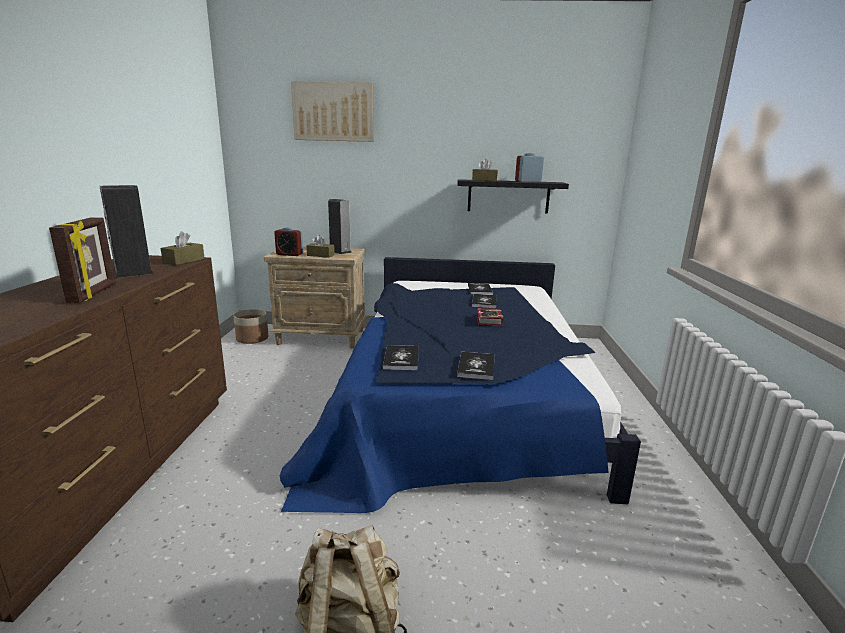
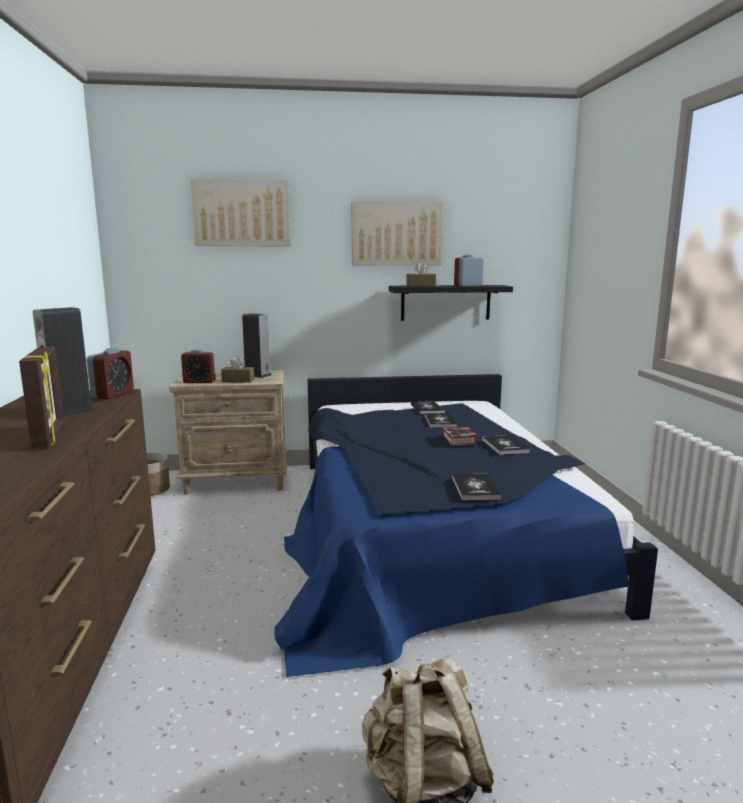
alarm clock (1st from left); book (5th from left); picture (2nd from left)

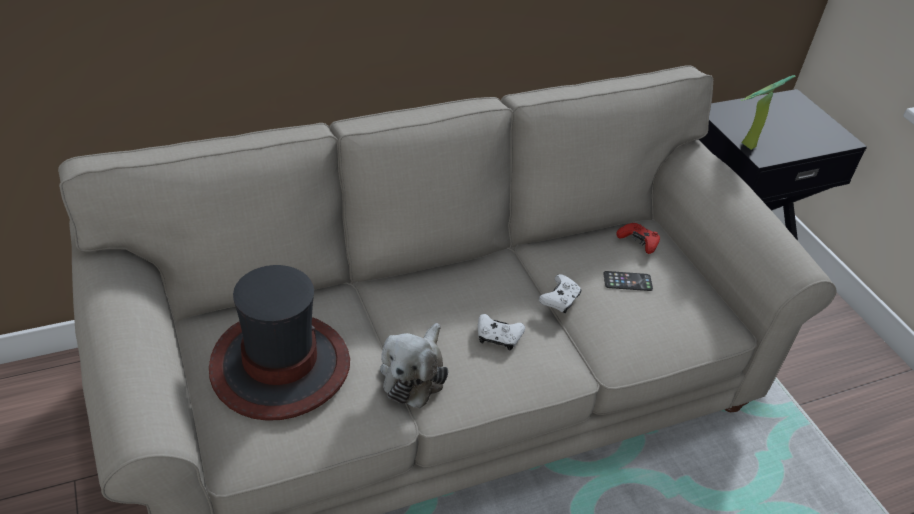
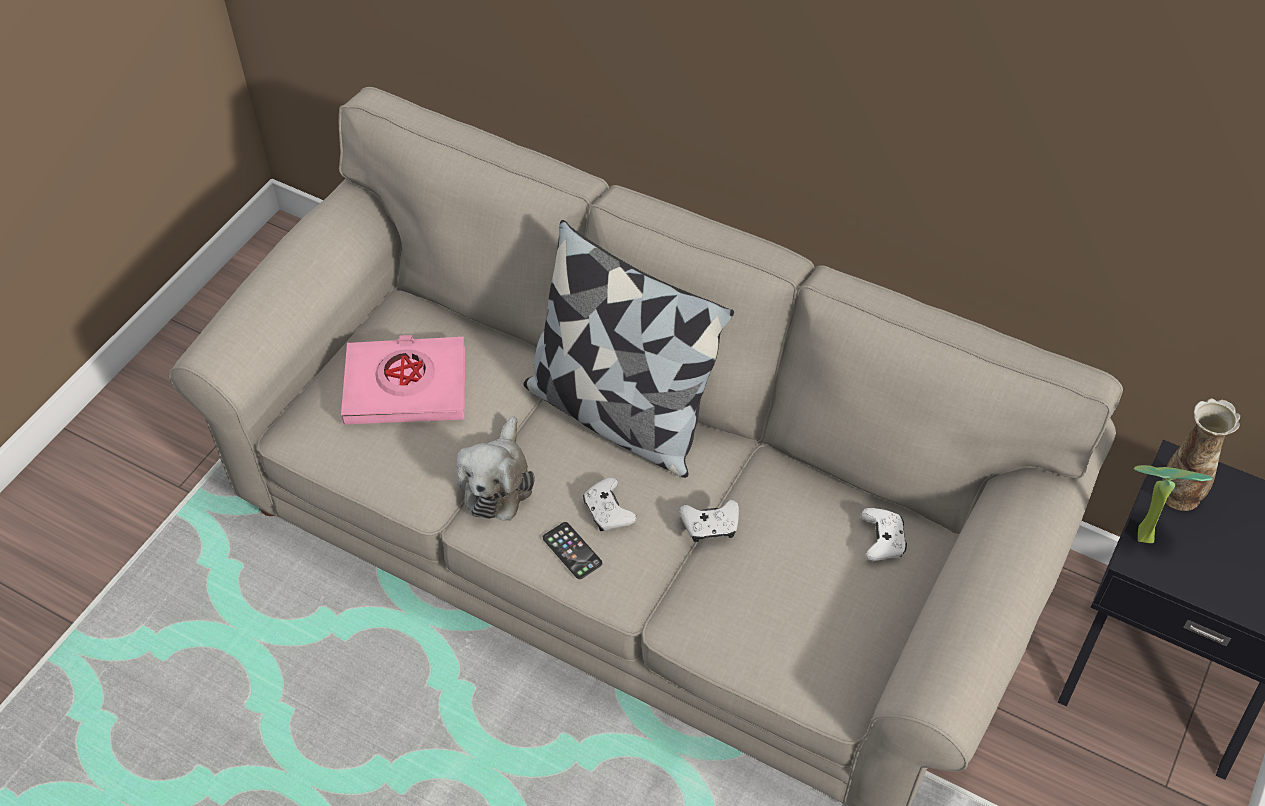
book (pink); plush toy; phone; game controller (white) (3rd from left); pillow; vase

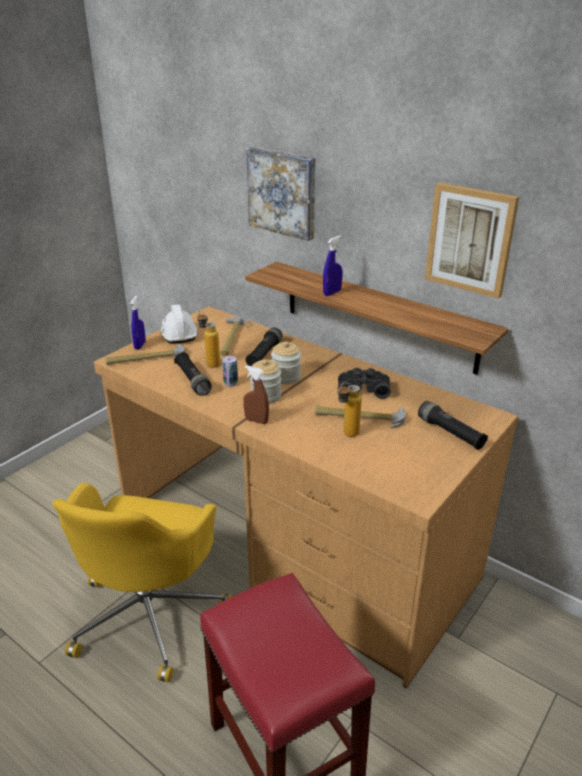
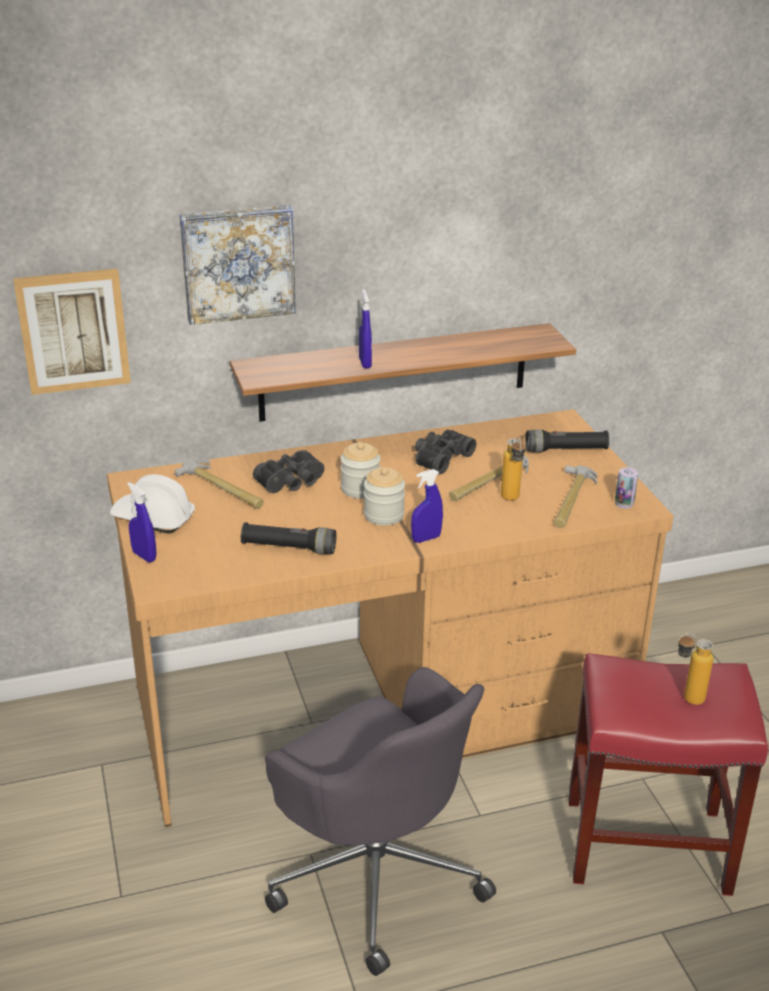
office chair (grey); hammer (3rd from left); bottle (2nd from left); can; spray bottle (blue) (3rd from left); binoculars (black) (1st from left); picture (1st from left)

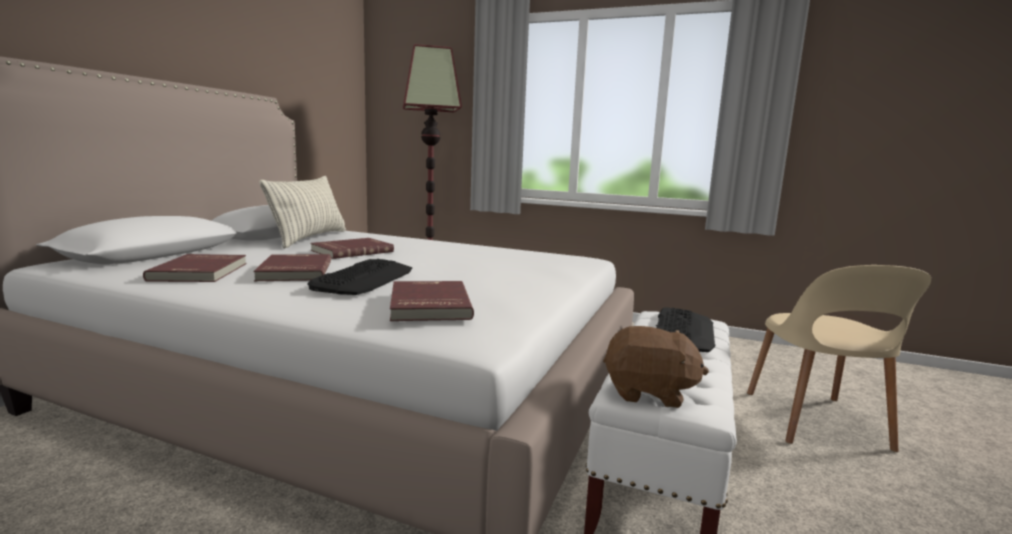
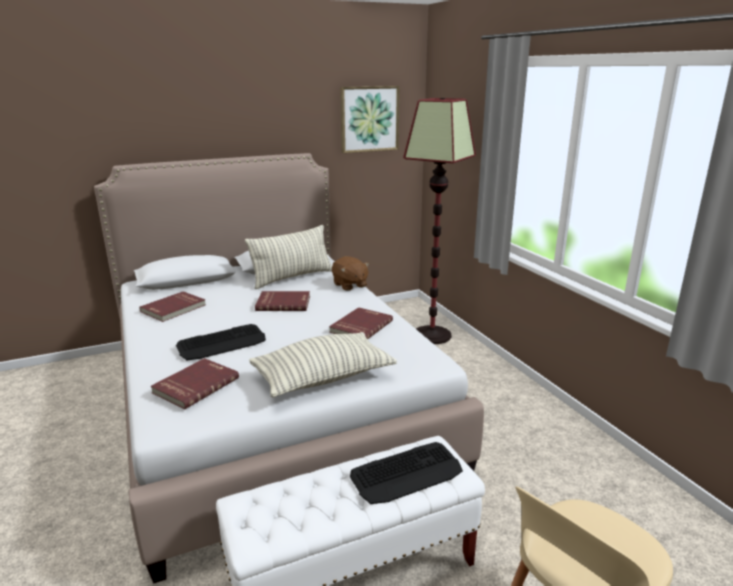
book (red) (4th from left); plush toy (brown); pillow (2nd from left); picture

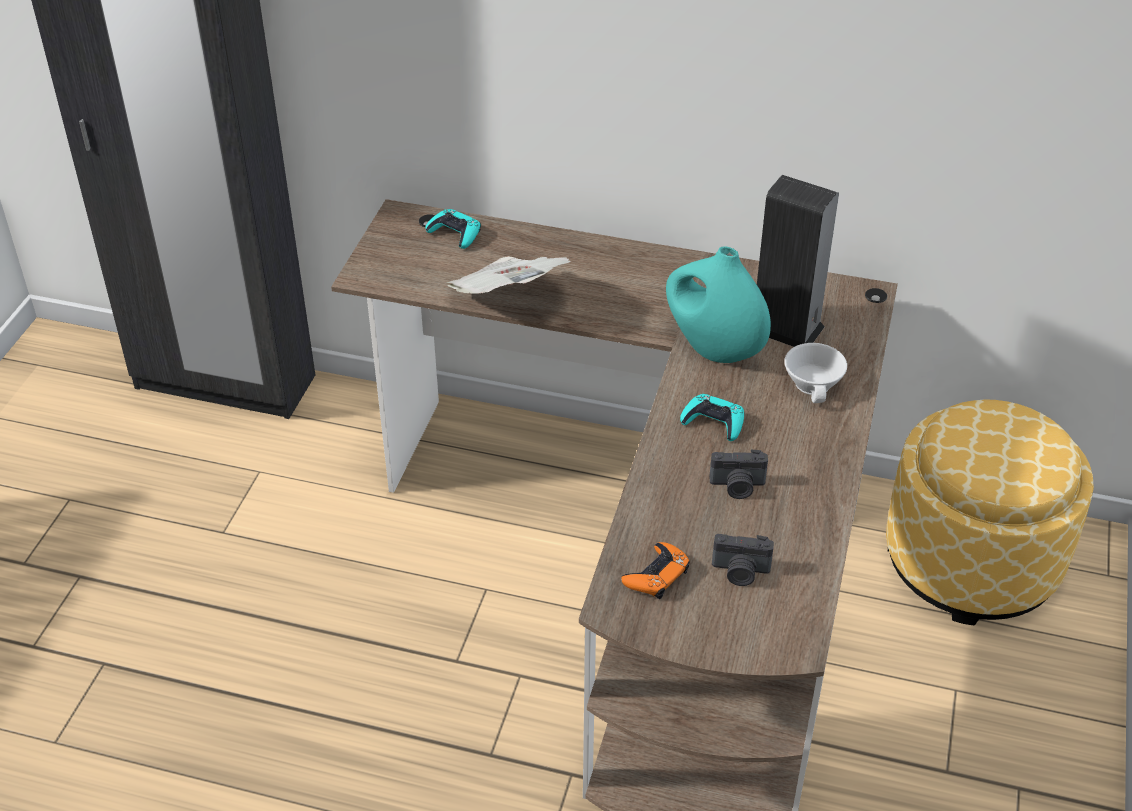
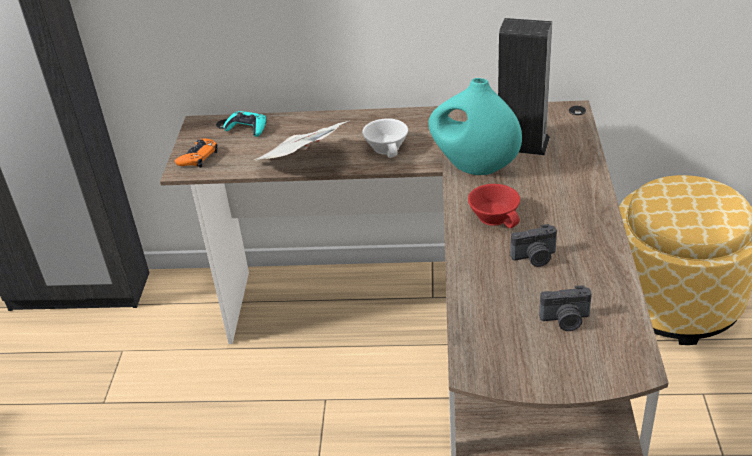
game controller (orange); cup (red); cup (white)

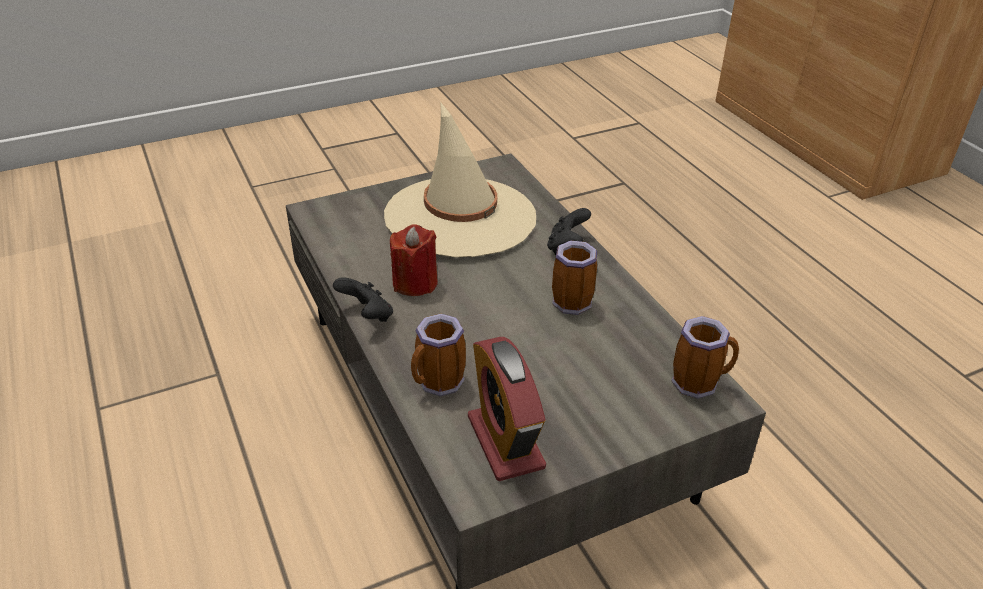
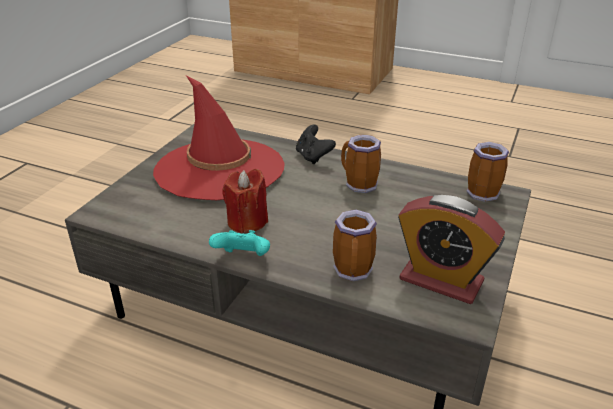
game controller (turquoise); hat (red)

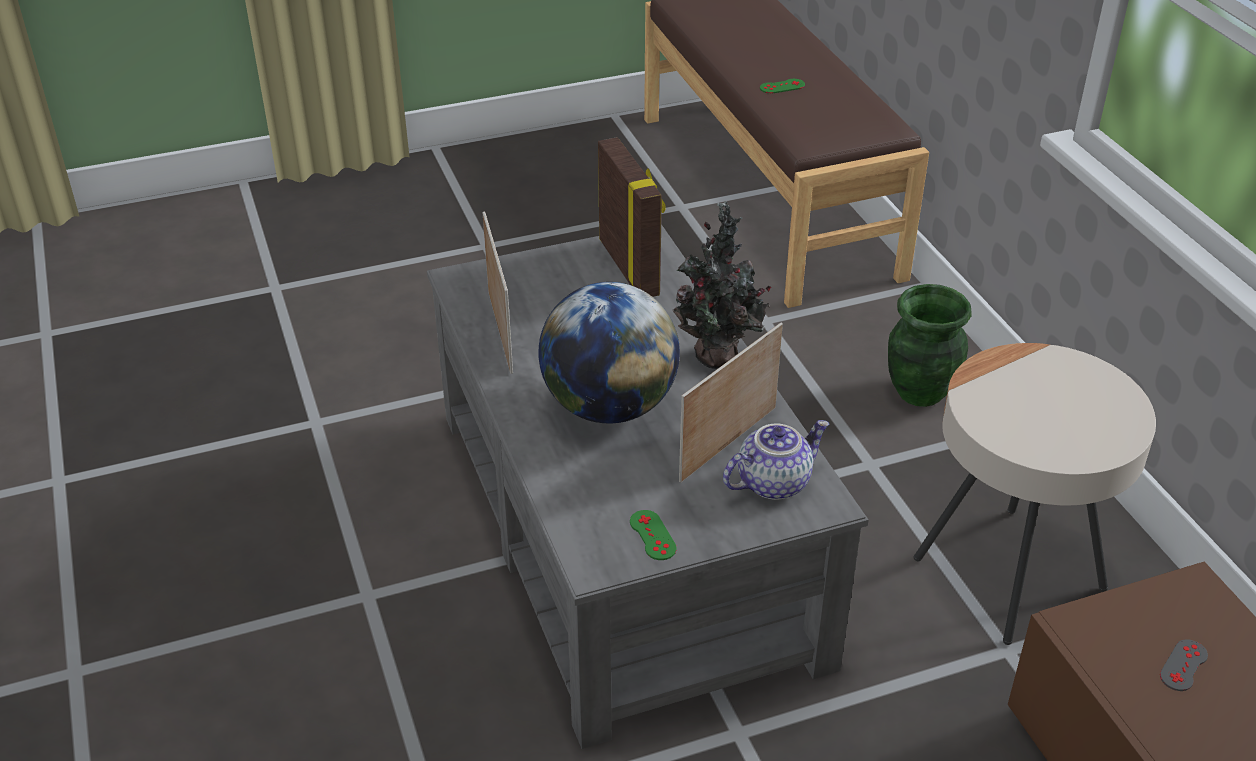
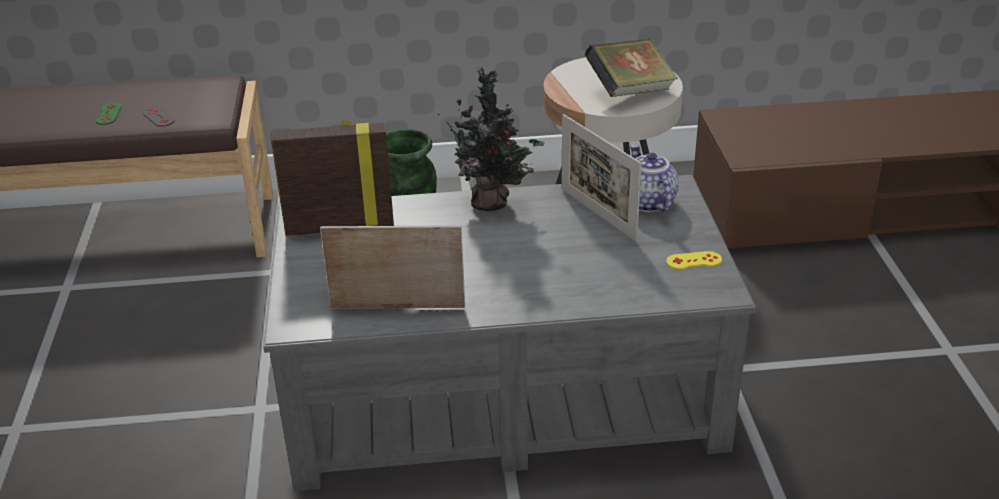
globe; game controller (yellow); game controller (grey); book

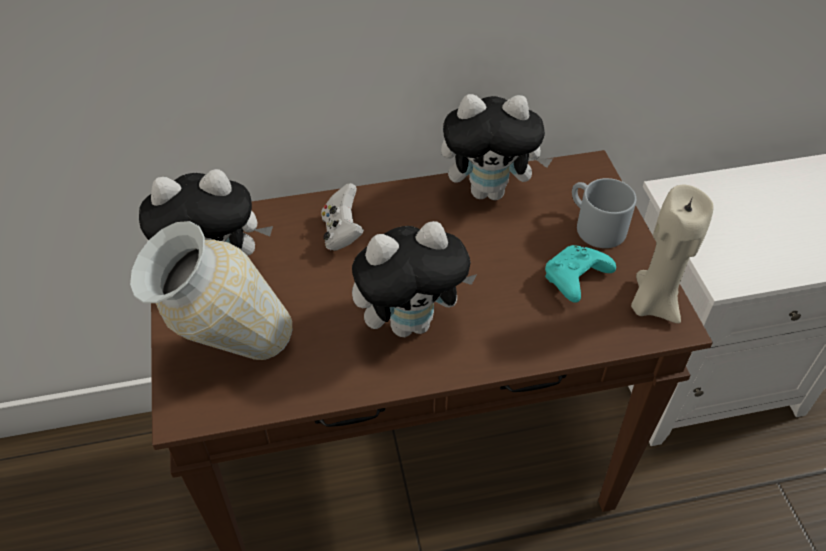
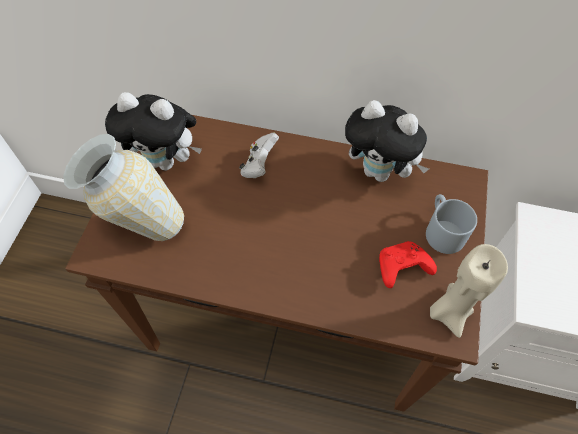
plush toy (2nd from left in the first image); game controller (red)

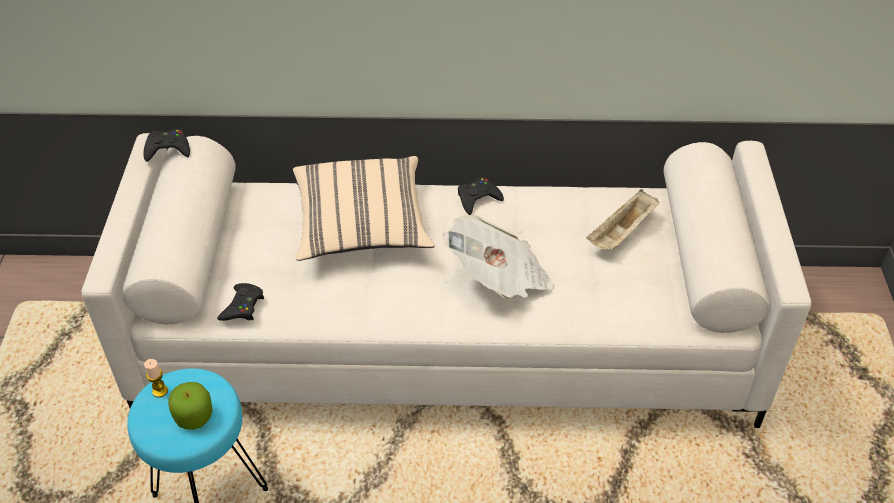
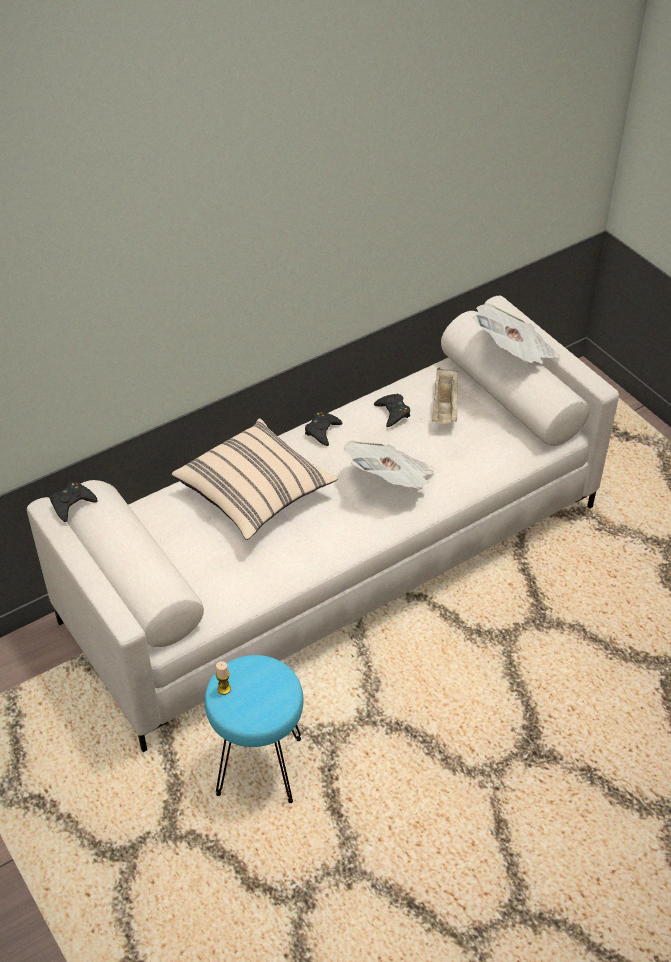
apple; game controller (black) (3rd from left); newspaper (2nd from left)

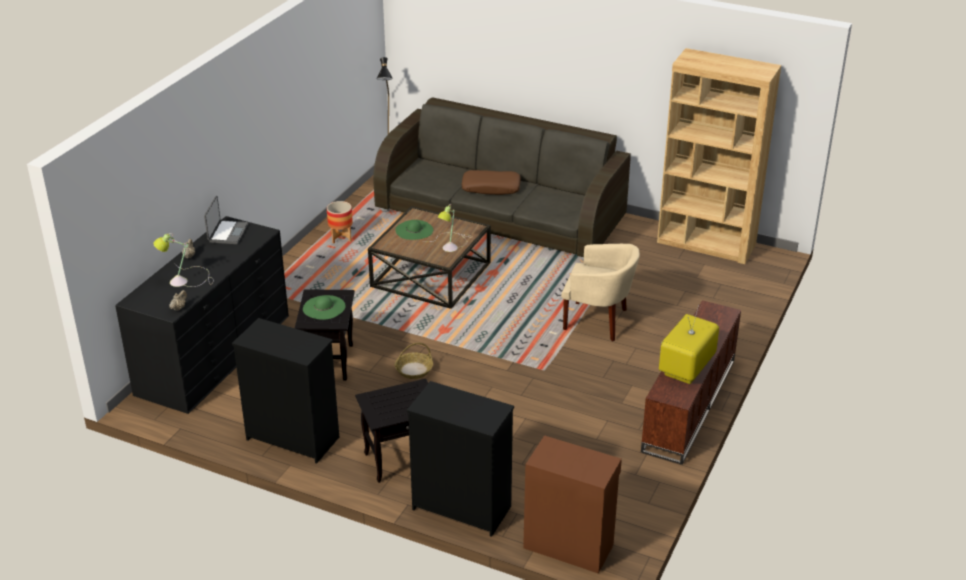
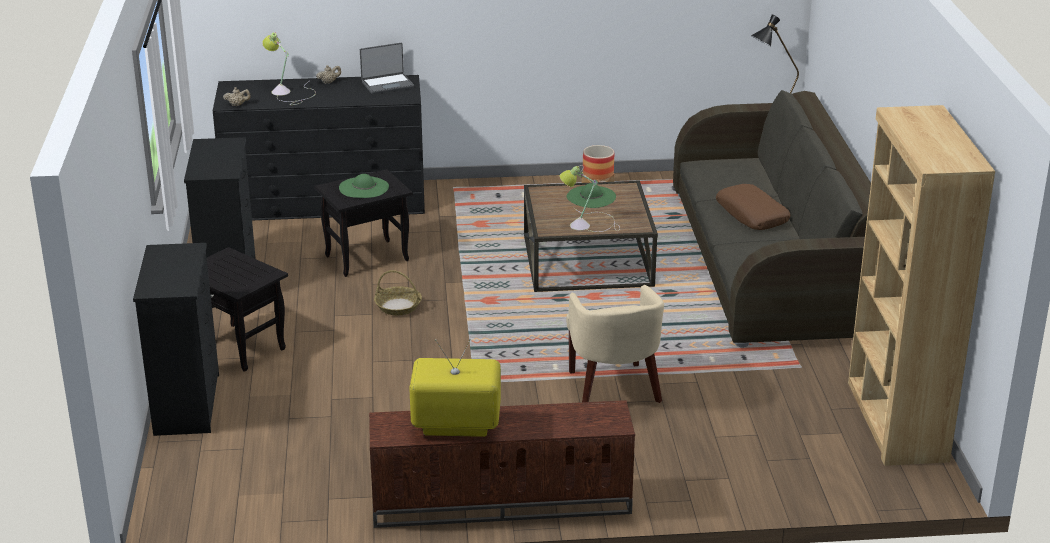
cabinet (brown)

